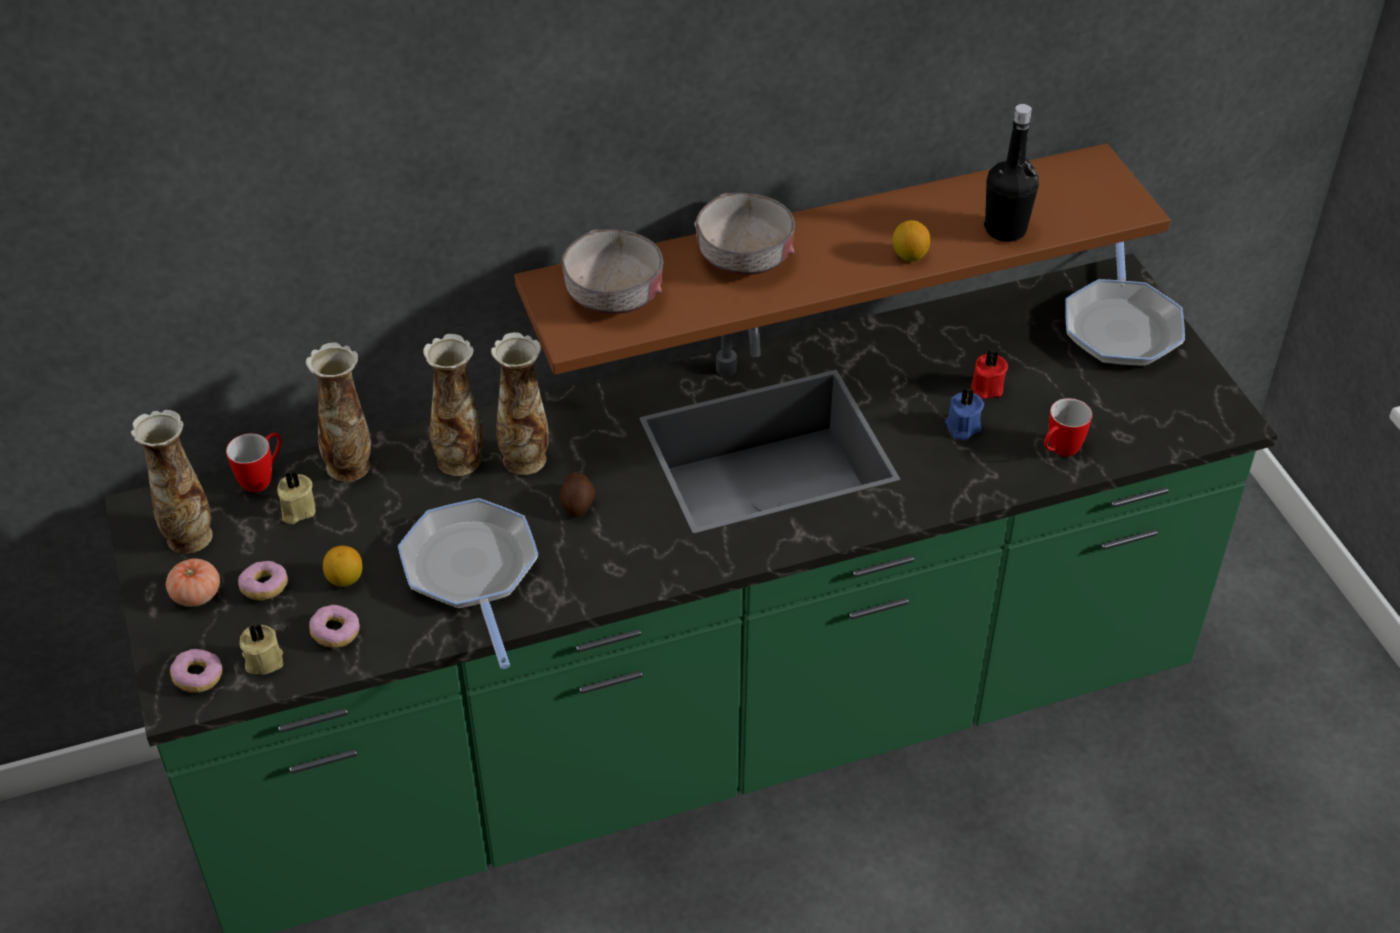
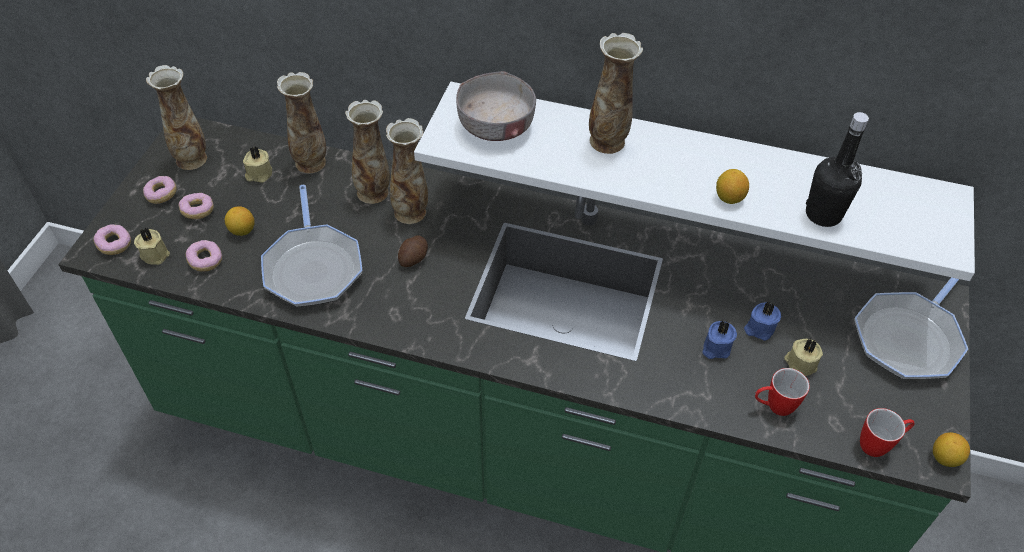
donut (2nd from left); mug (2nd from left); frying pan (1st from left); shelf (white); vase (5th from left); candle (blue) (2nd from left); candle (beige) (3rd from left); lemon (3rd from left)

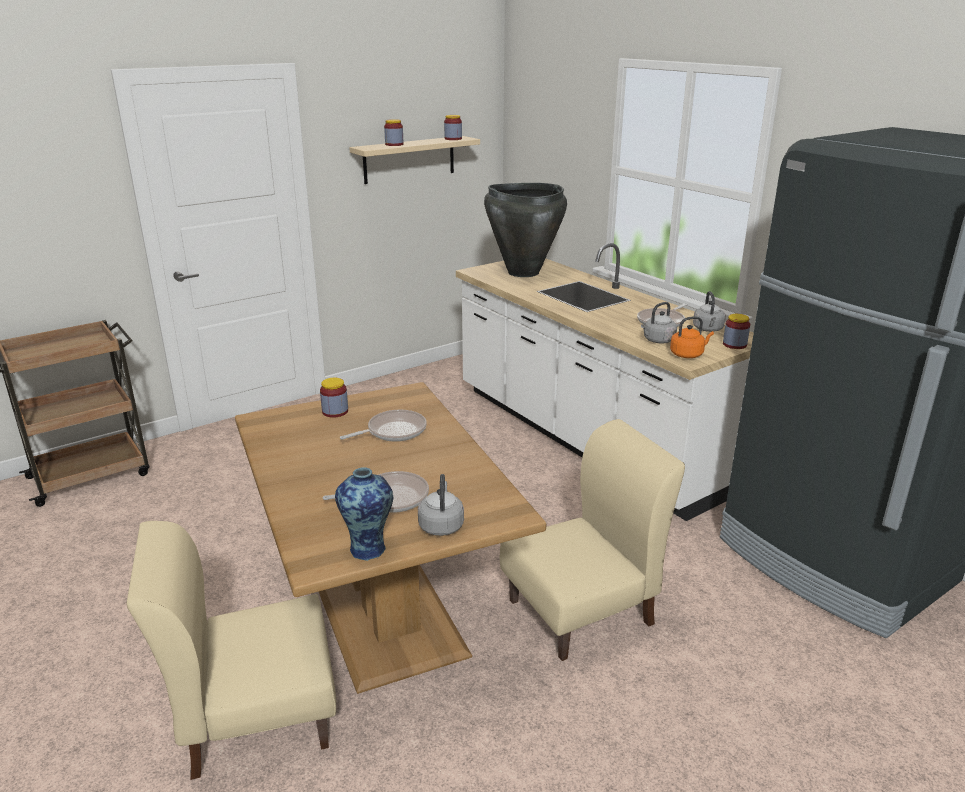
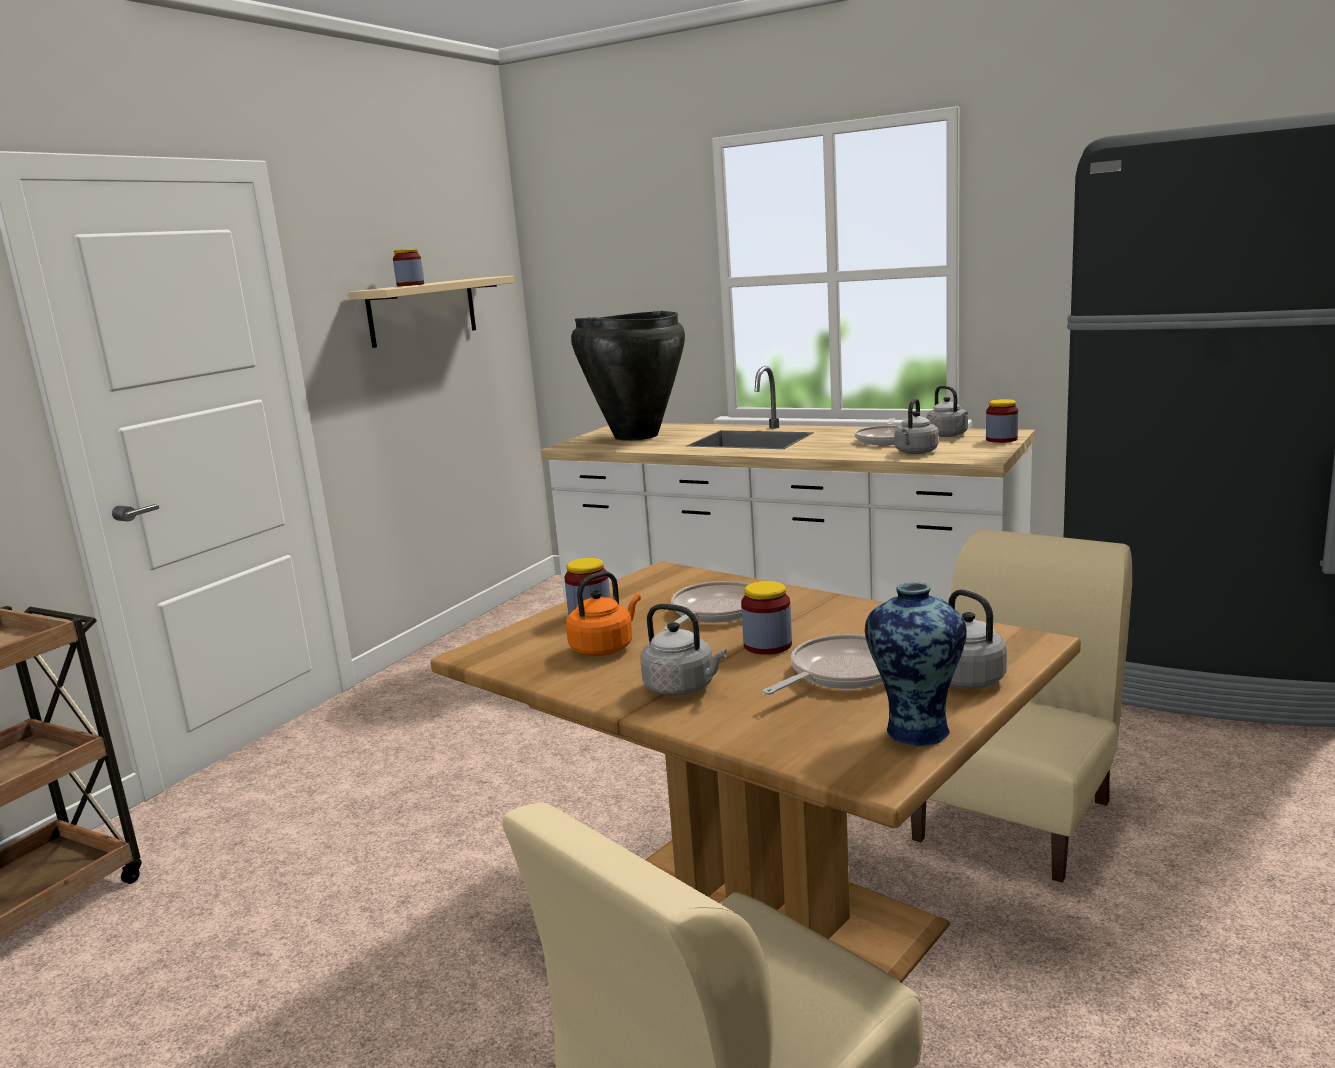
jar (3rd from left); kettle (orange); kettle (grey) (1st from left)

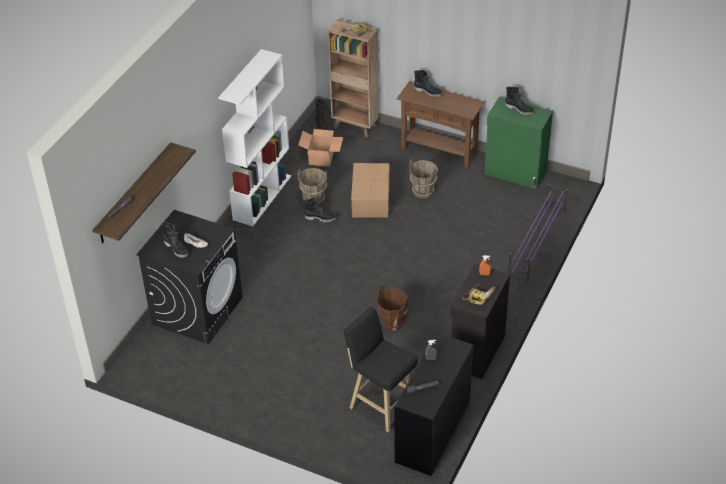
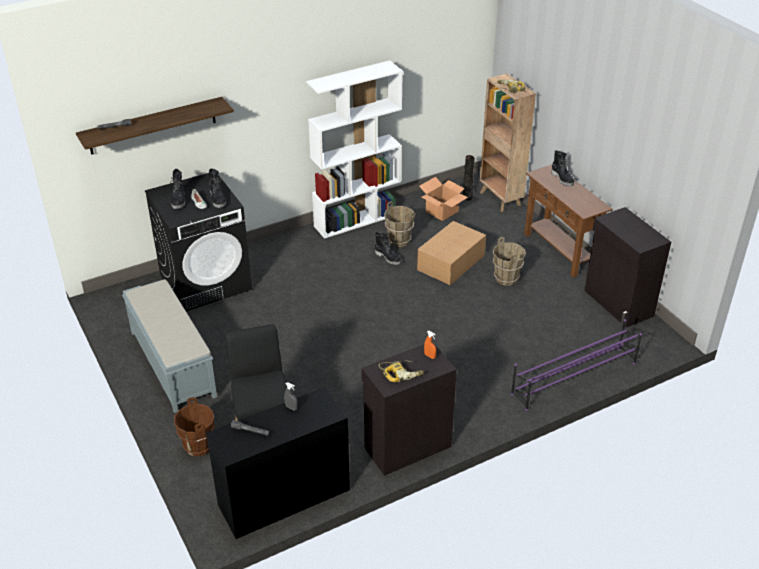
bucket (brown) (1st from left); cabinet (black) (2nd from left); boot (black) (2nd from left); bench (grey)

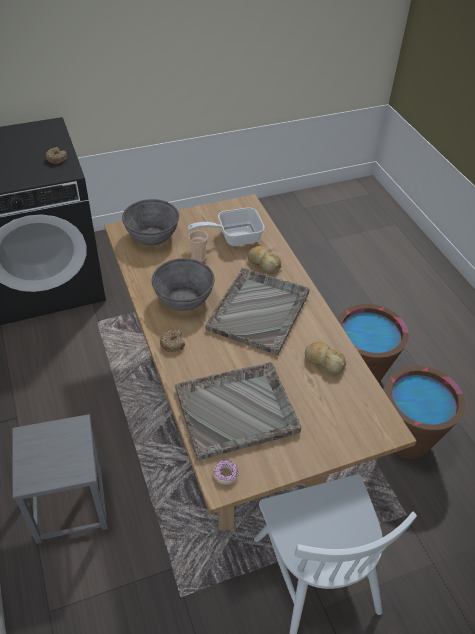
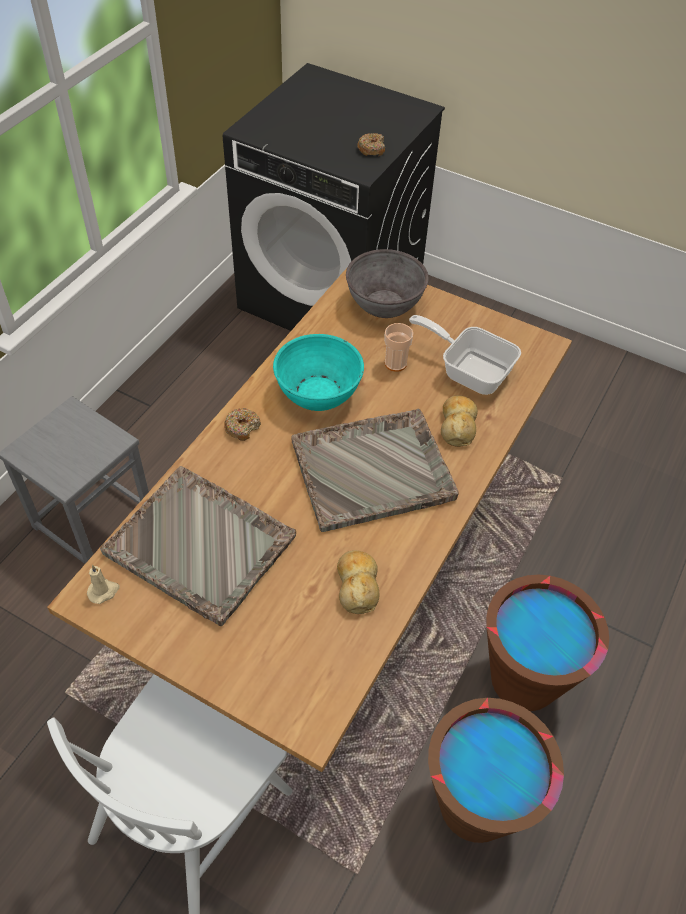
bowl (turquoise); candle (beige)

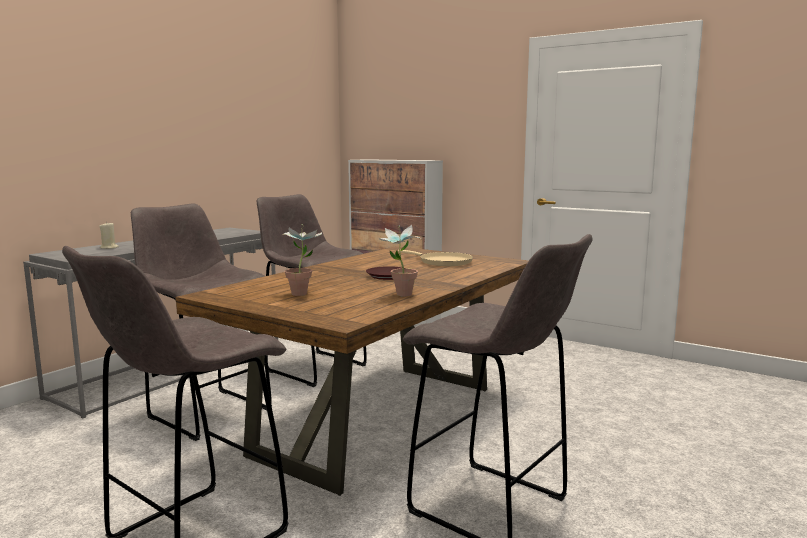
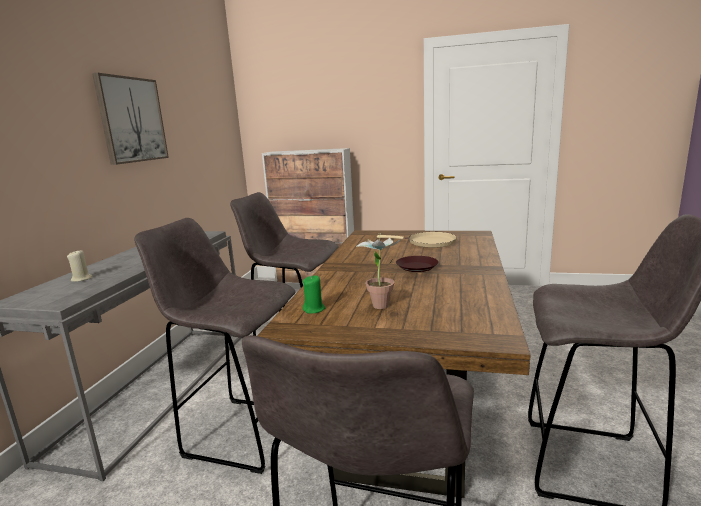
potted plant (2nd from left in the first image); picture; candle (green)

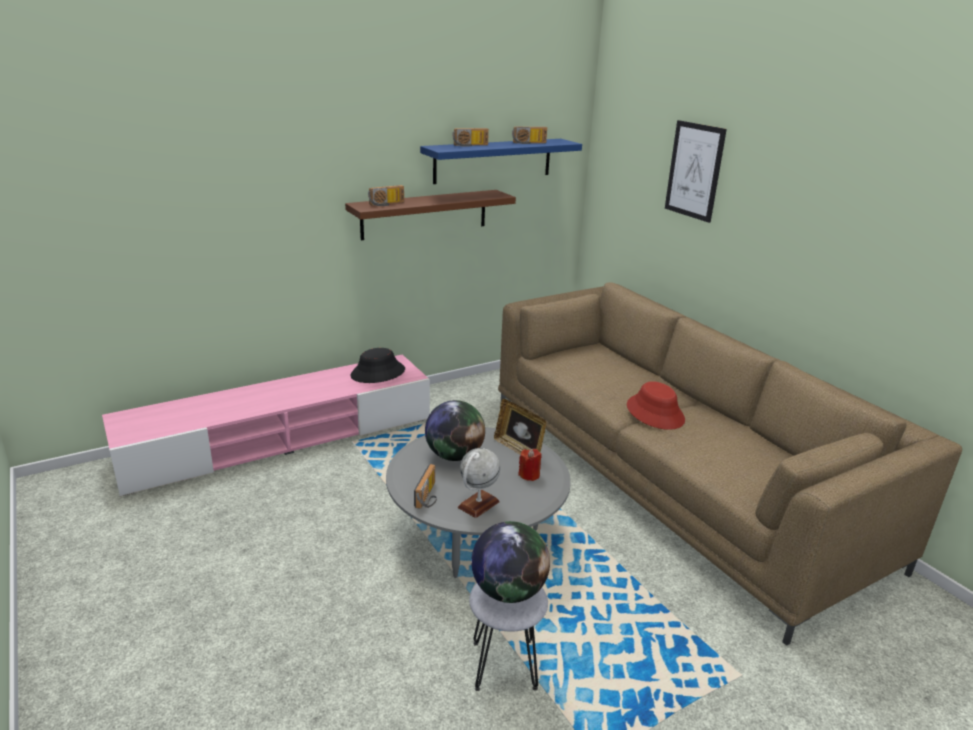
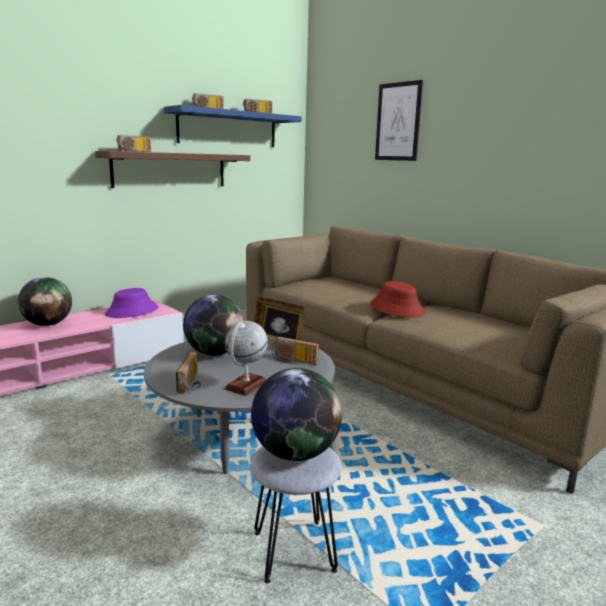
hat (purple); radio (5th from left); globe (1st from left)

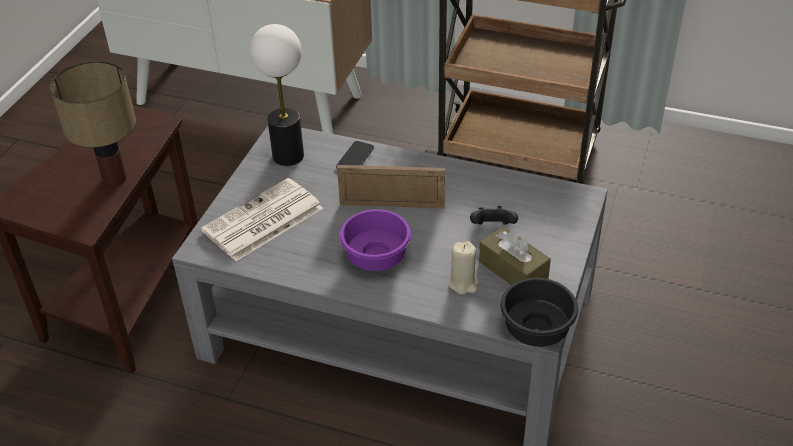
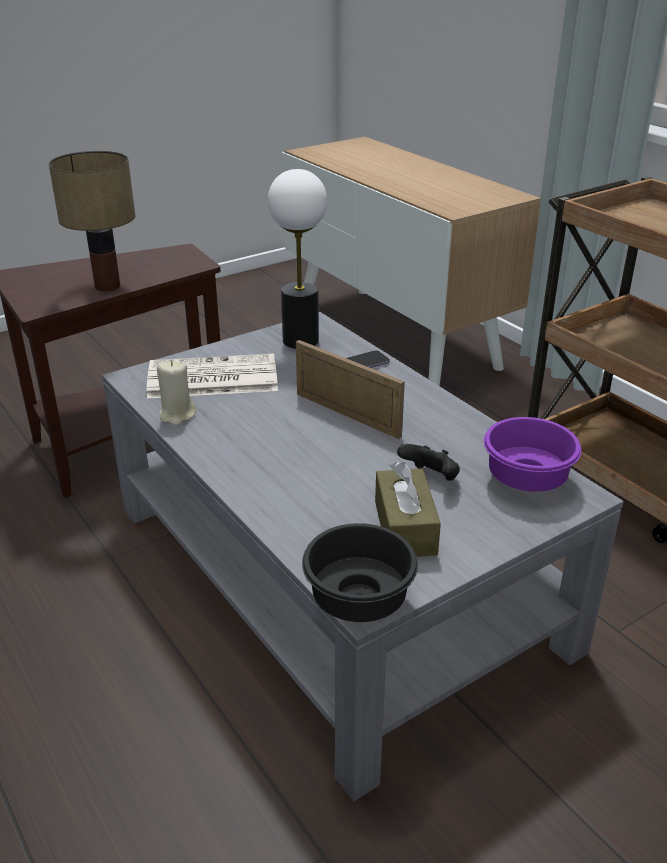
bowl (purple); candle (beige)

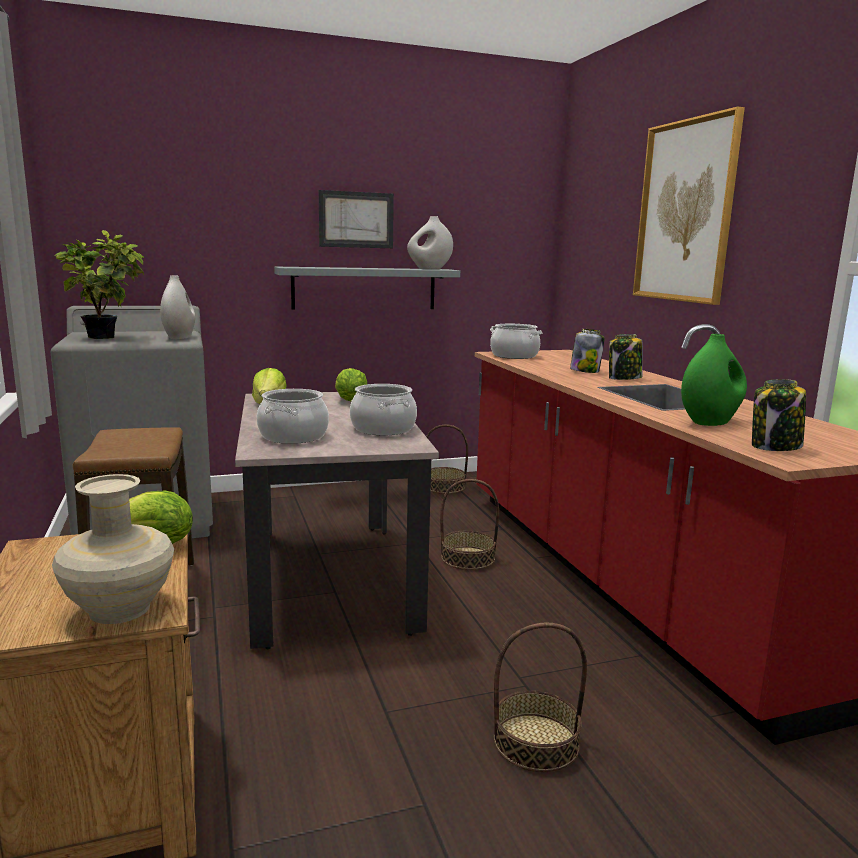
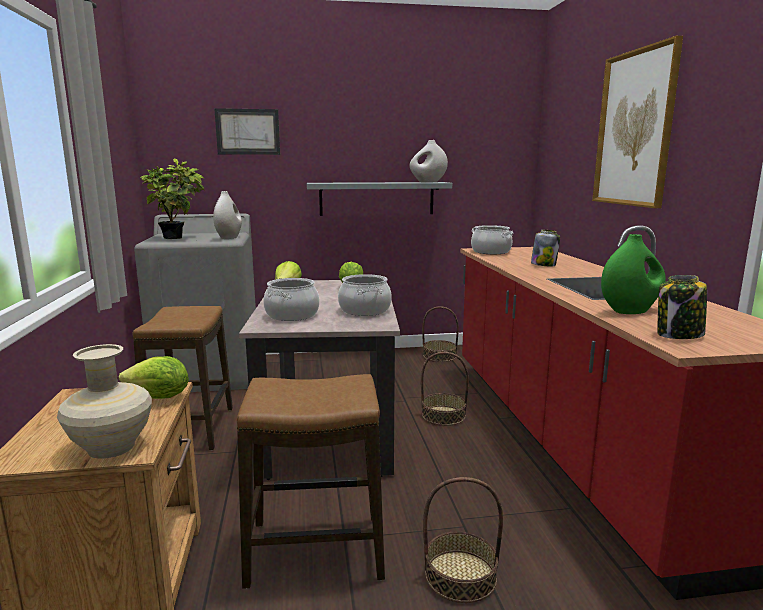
picture (1st from left); jar (2nd from left in the first image); stool (2nd from left)

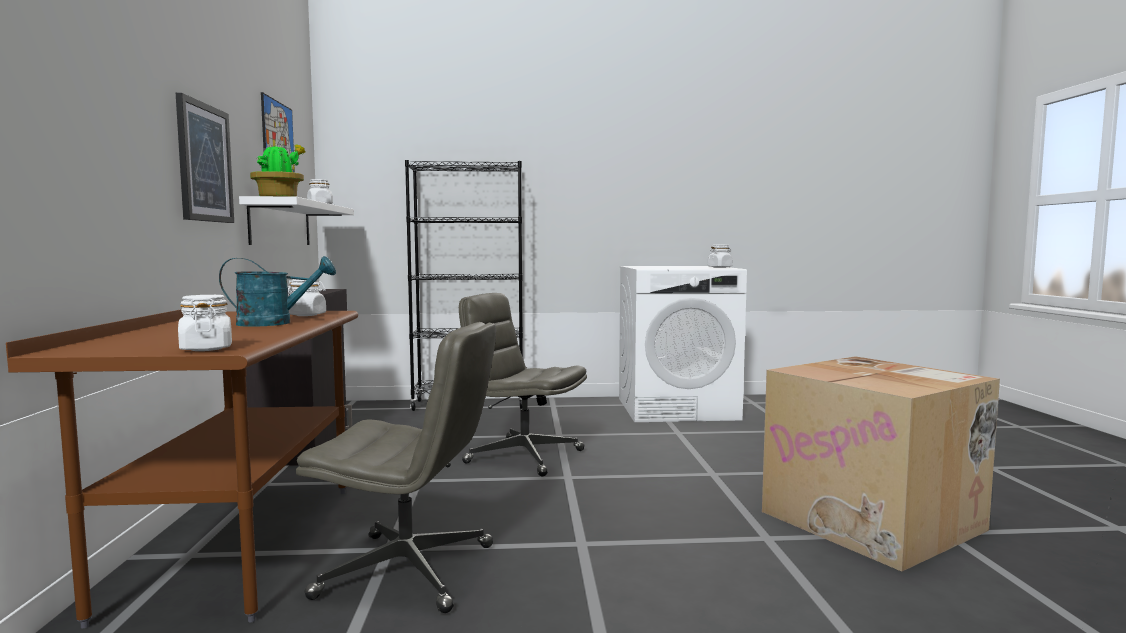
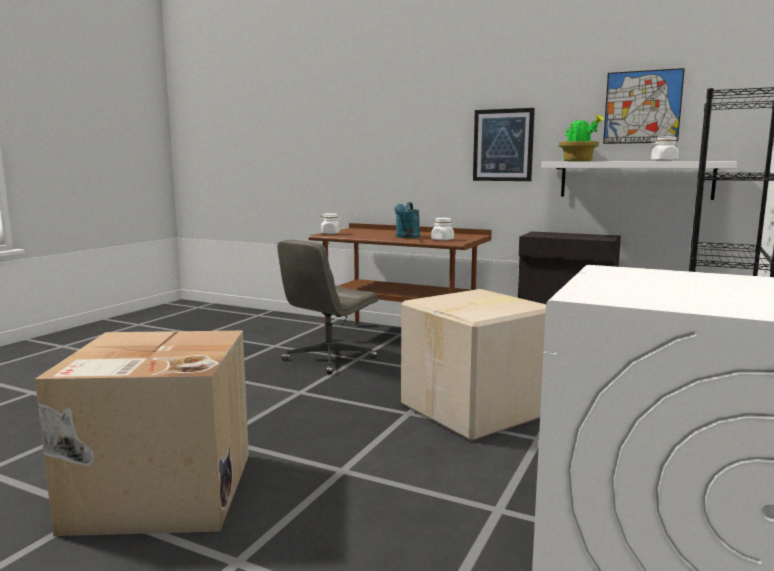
cardboard box (2nd from left); jar (white) (4th from left in the first image)

